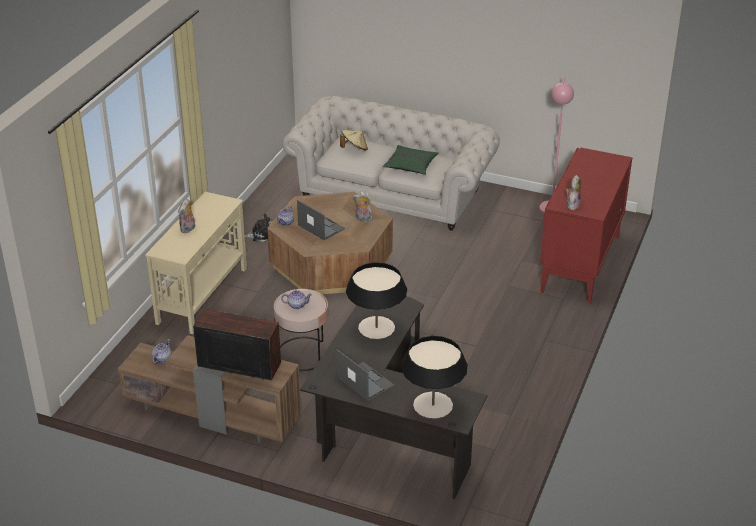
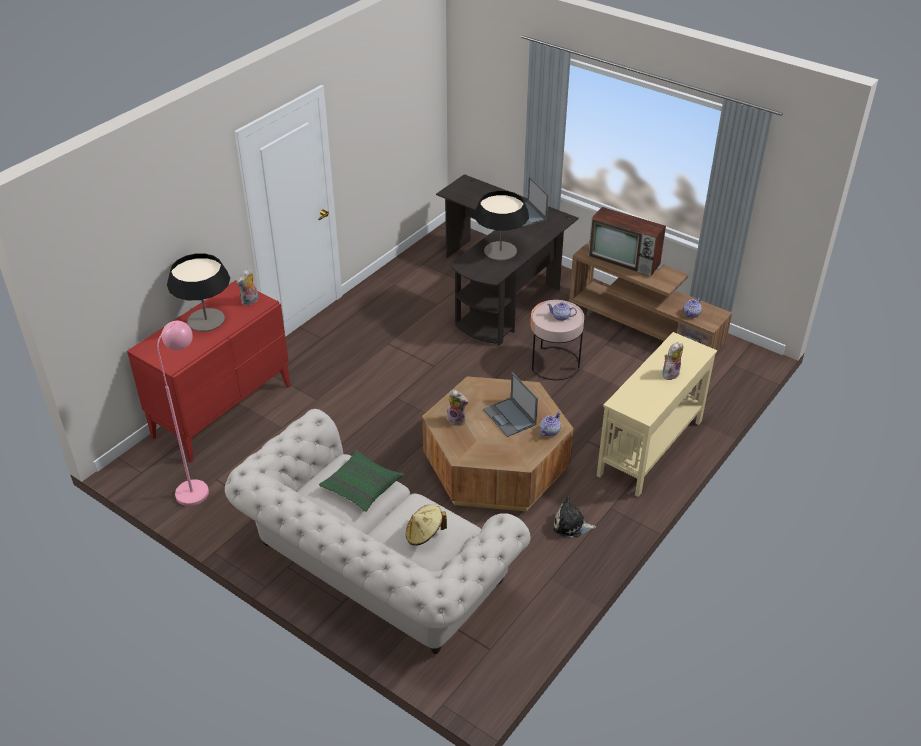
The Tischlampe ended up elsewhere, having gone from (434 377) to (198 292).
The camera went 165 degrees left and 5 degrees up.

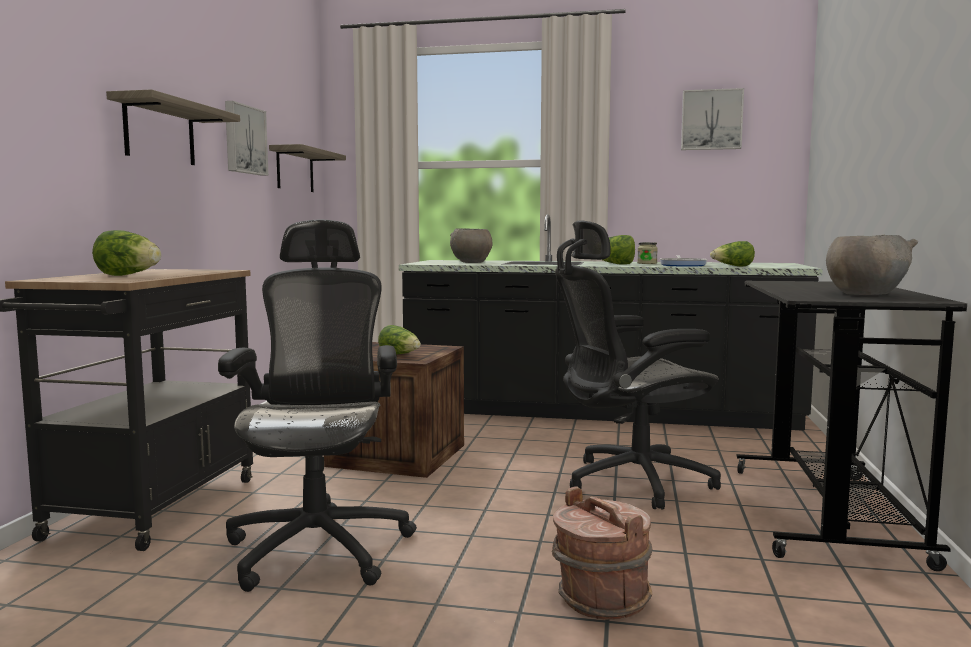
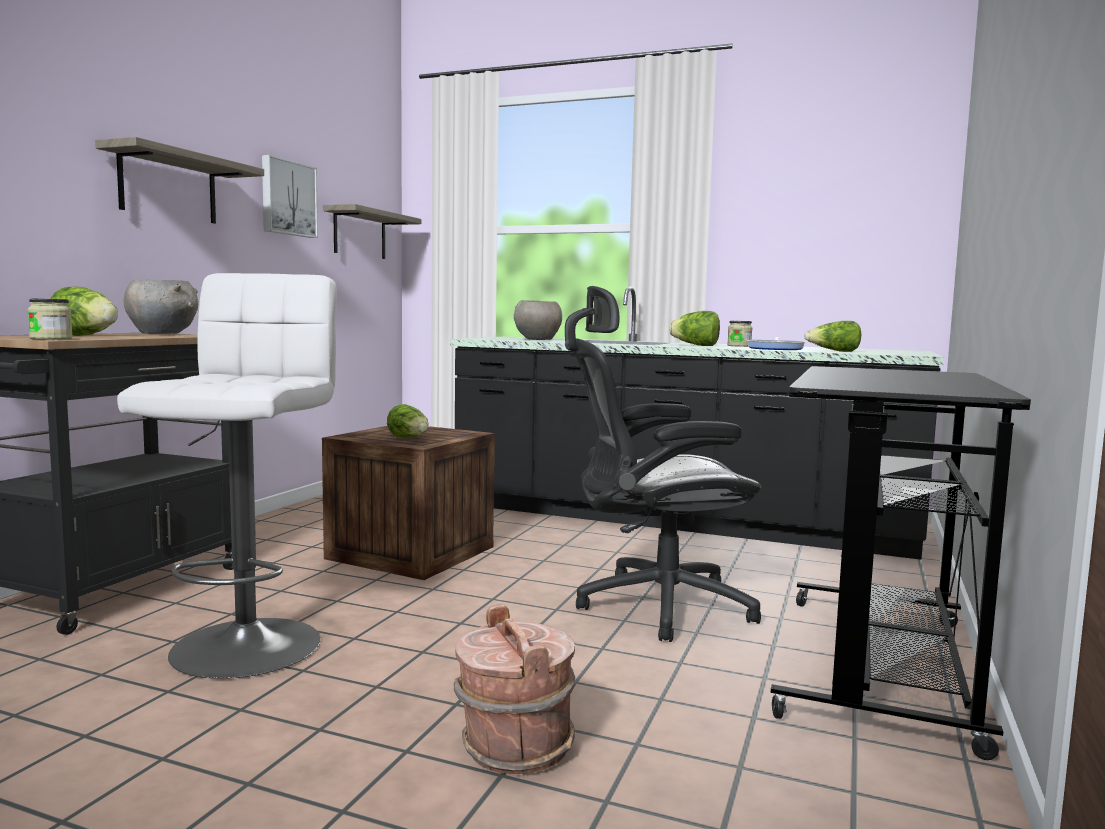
The second view lost the Bild at (712 119).
Where the Bürostuhl stood at (317 406), the Hocker (weiß) came to stand at (227 476).
The Schüssel (grau) ended up elsewhere, having gone from (872 265) to (161 307).
The second view gained the Vorratsglas at (50 318).
The camera went 10 degrees right and 0 degrees up.

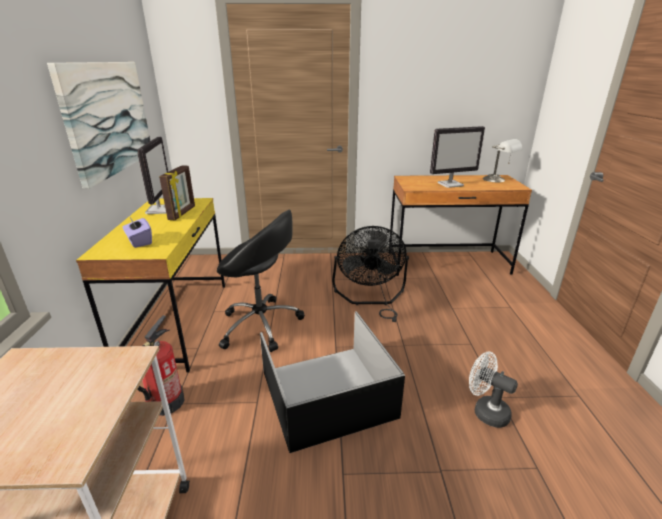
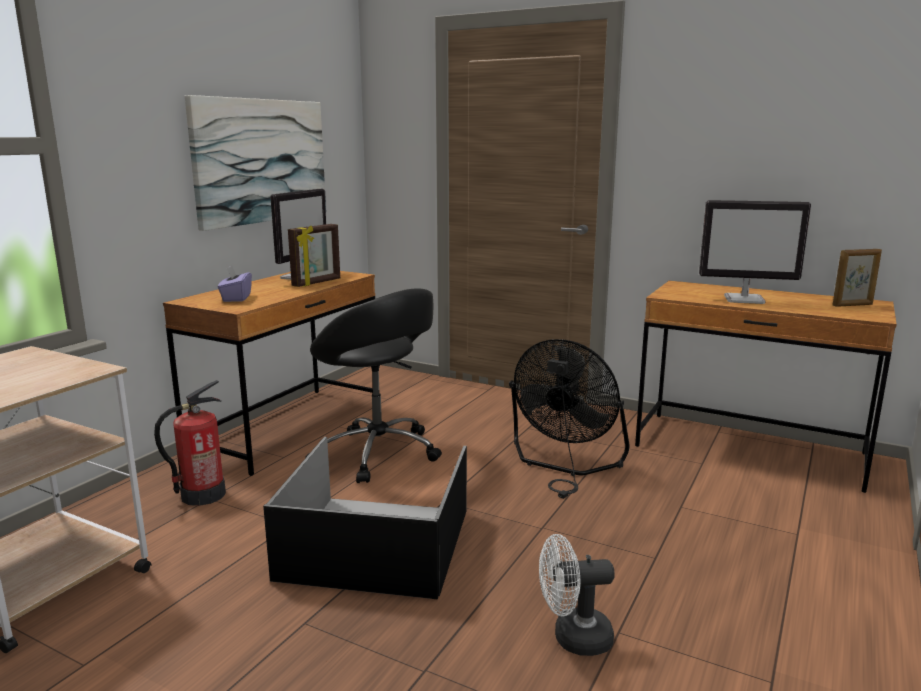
Where the Tischlampe (weiß) stood at (503 160), the Bilderrahmen came to stand at (857 278).
What was the Schreibtisch (gelb) at (150 285) turned into the Schreibtisch (braun) at (269 373).
The Ventilator (weiß) at (493 389) ended up facing another way, 75 degrees counterclockwise from before.
The camera went 30 degrees right and 10 degrees down.

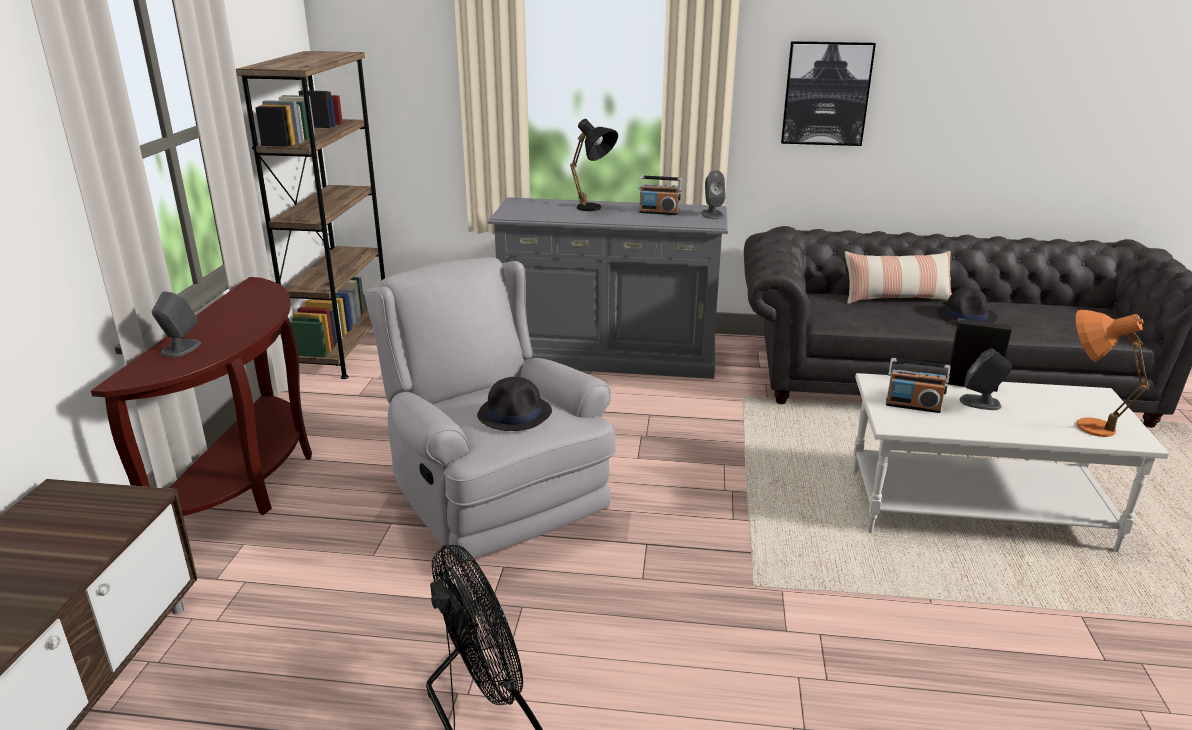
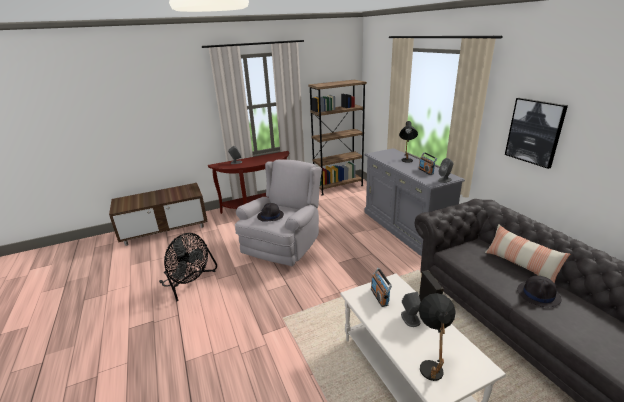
What was the Tischlampe (orange) at (1113 373) turned into the Tischlampe (schwarz) at (437 337).
The camera went 60 degrees right and 0 degrees up.

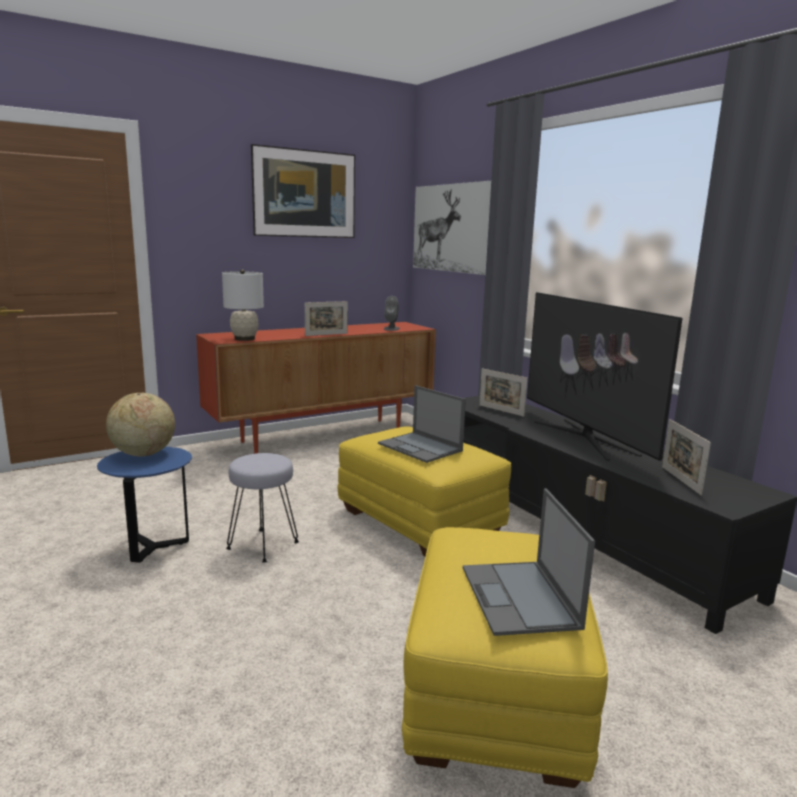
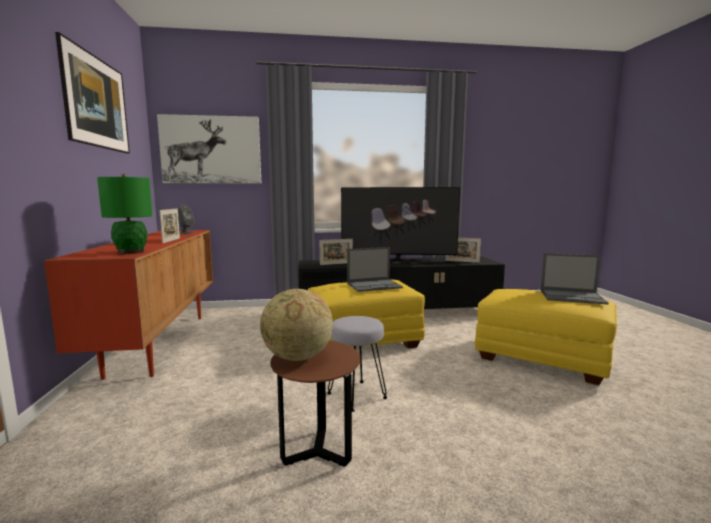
What was the Tischlampe (weiß) at (243 305) turned into the Tischlampe (grün) at (124 214).
What was the Beistelltisch (blau) at (144 505) turned into the Beistelltisch (braun) at (315 403).
The camera went 65 degrees left and 5 degrees down.

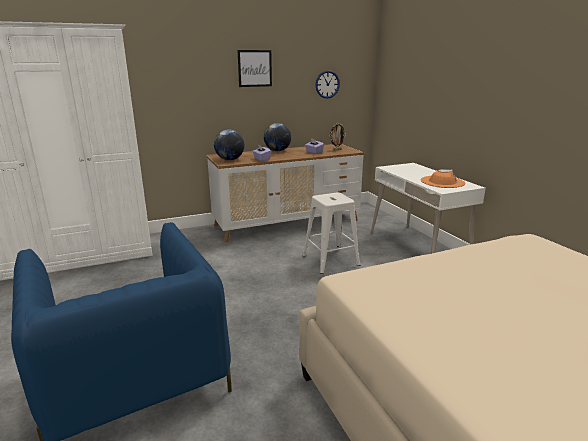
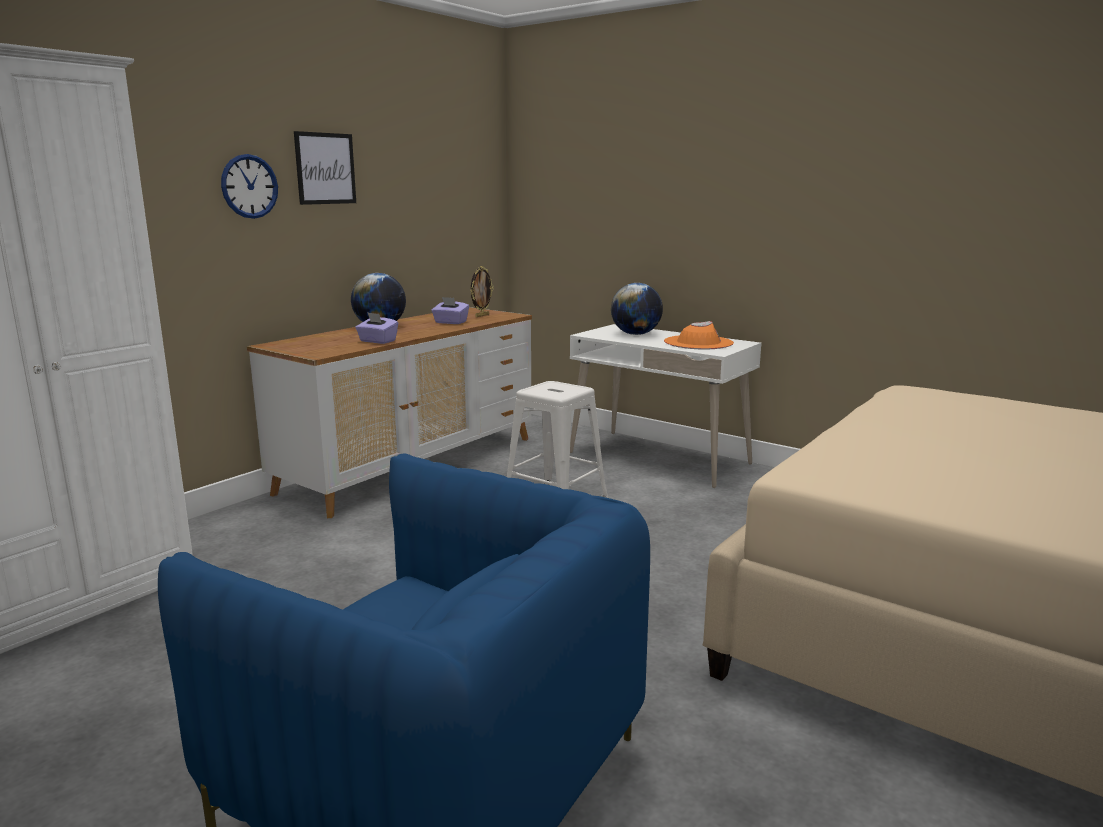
The Wanduhr ended up elsewhere, having gone from (327 84) to (249 186).
The Globus ended up elsewhere, having gone from (229 145) to (637 309).
The camera went 30 degrees left and 5 degrees down.

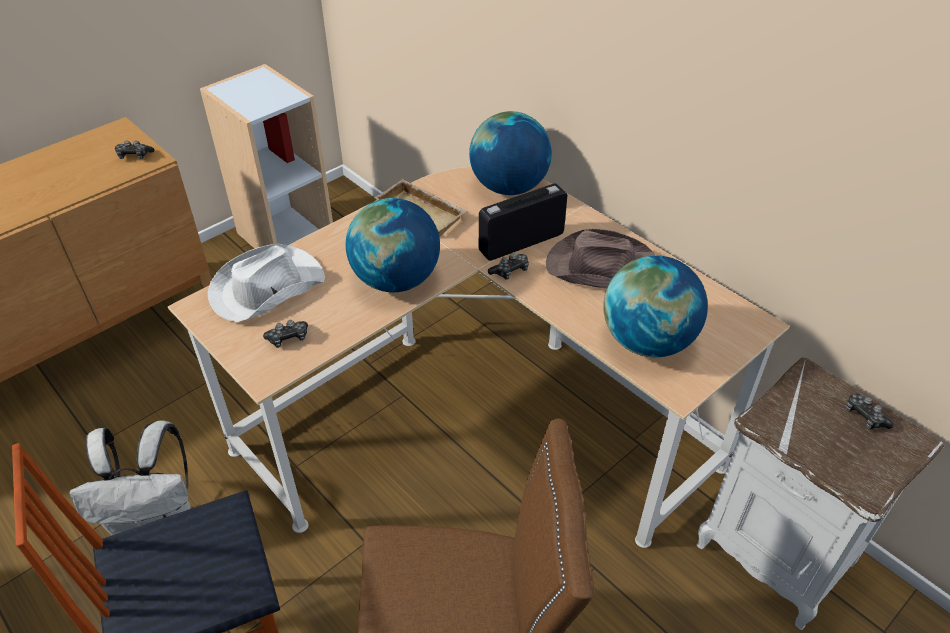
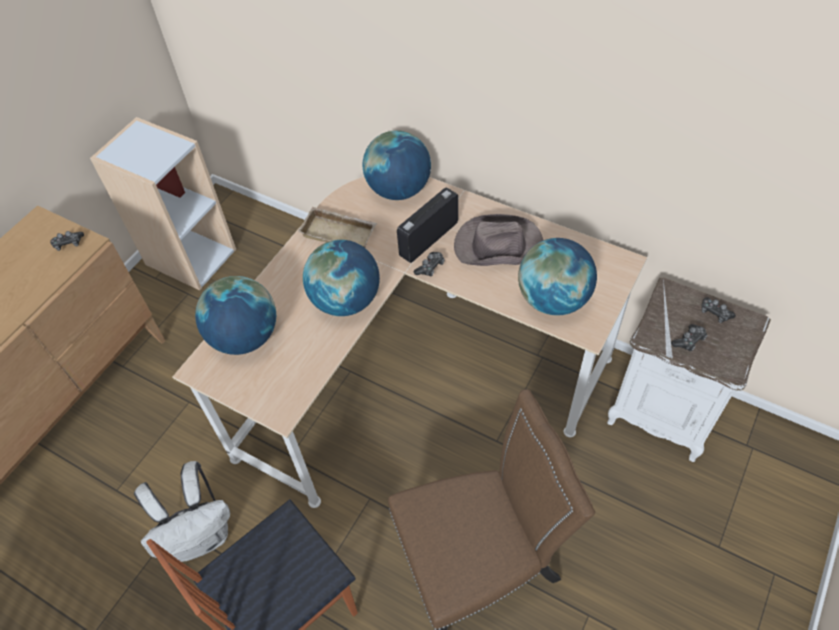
Where the Hut (weiß) stood at (266 283), the Globus came to stand at (235 315).
The Gamepad ended up elsewhere, having gone from (285 334) to (689 337).
The camera went 15 degrees left and 10 degrees up.

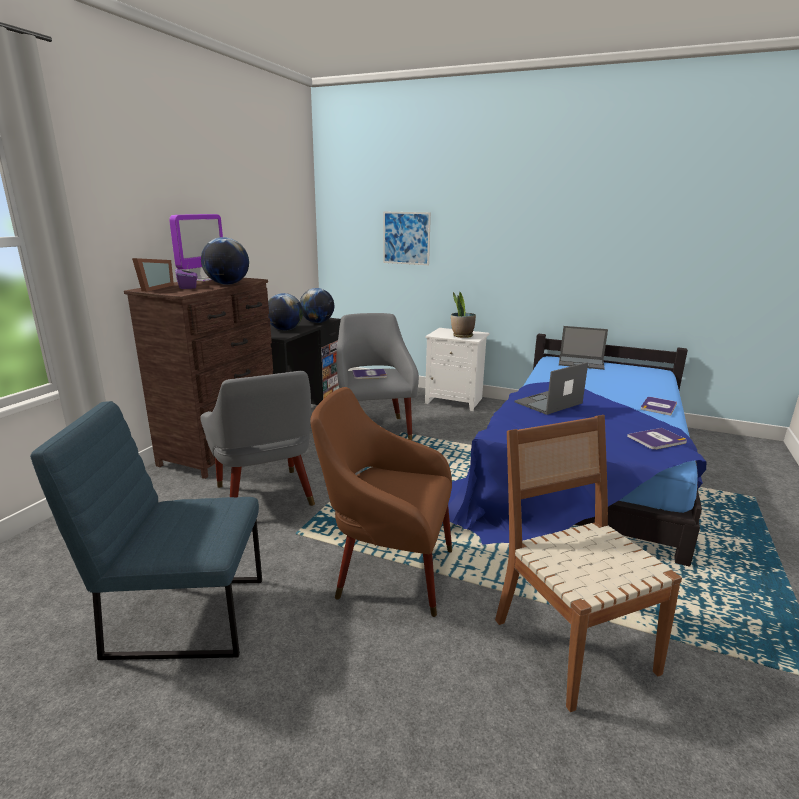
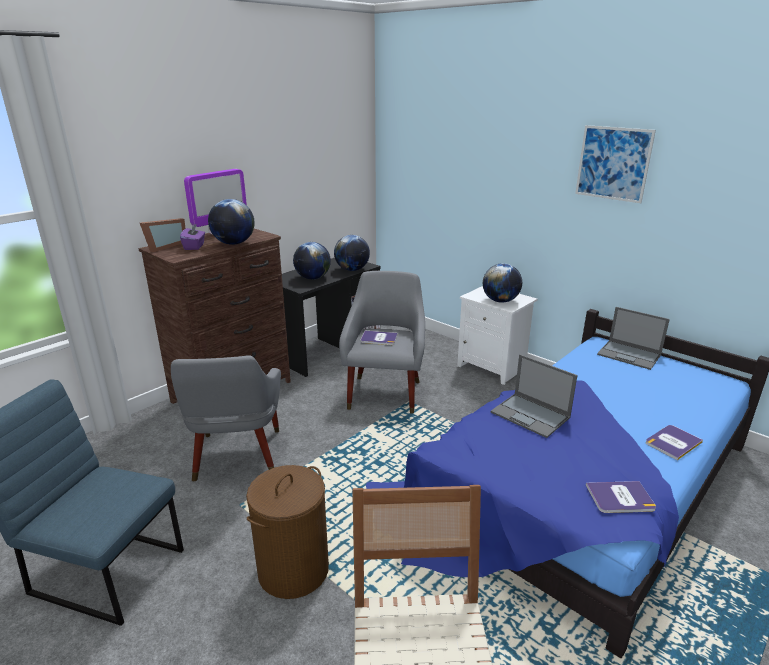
The Bild ended up elsewhere, having gone from (407 238) to (615 164).
Where the Topfpflanze stood at (463 315), the Globus came to stand at (502 283).
The Laptop at (551 388) ended up facing another way, 120 degrees counterclockwise from before.
Where the Sessel (braun) stood at (381 502), the Wäschekorb (braun) came to stand at (287 532).
The camera went 20 degrees right and 5 degrees up.

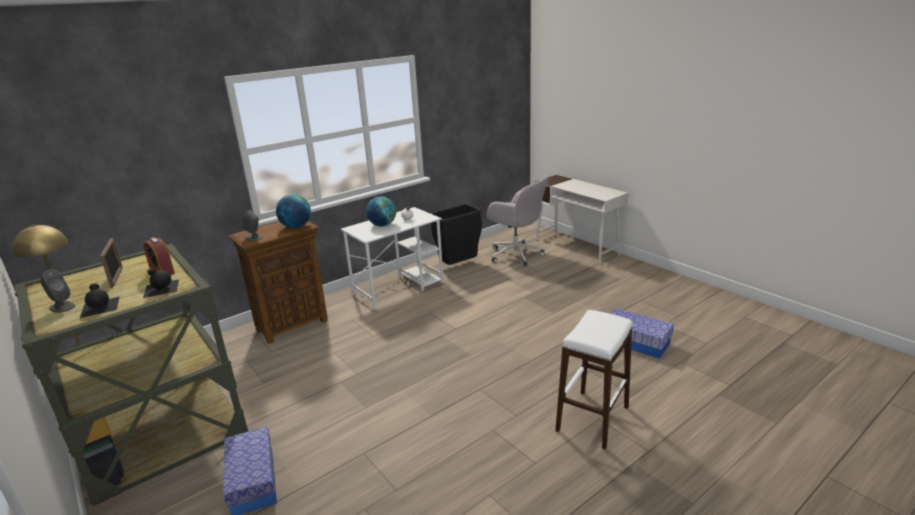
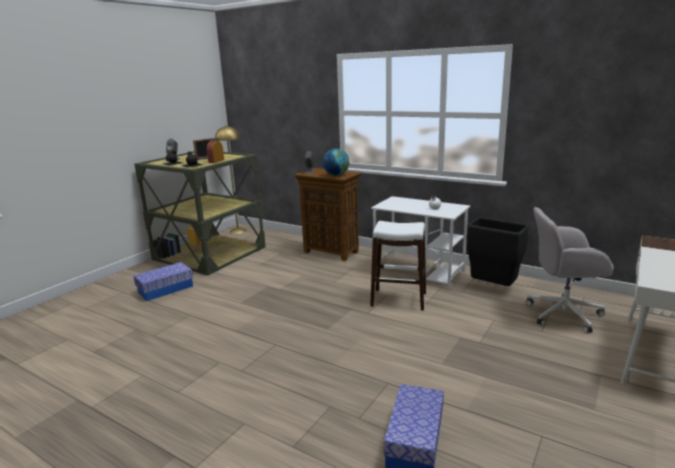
The Bürostuhl (grau) at (517 222) ended up facing another way, 75 degrees clockwise from before.
The second view lost the Globus at (381 211).
The Hocker (weiß) ended up elsewhere, having gone from (594 380) to (398 266).
The camera went 70 degrees right and 5 degrees down.

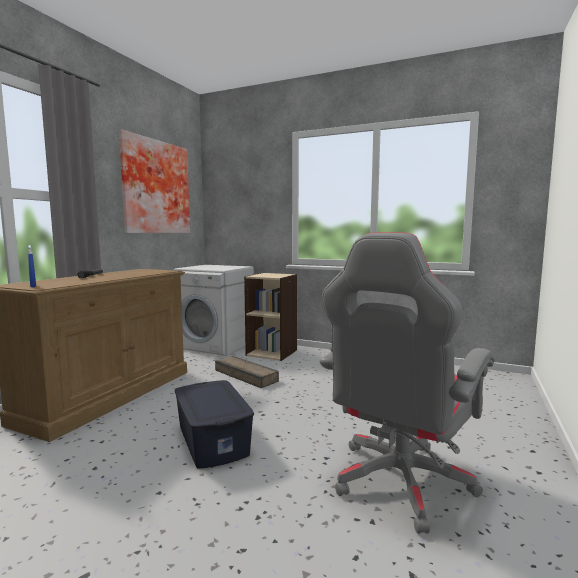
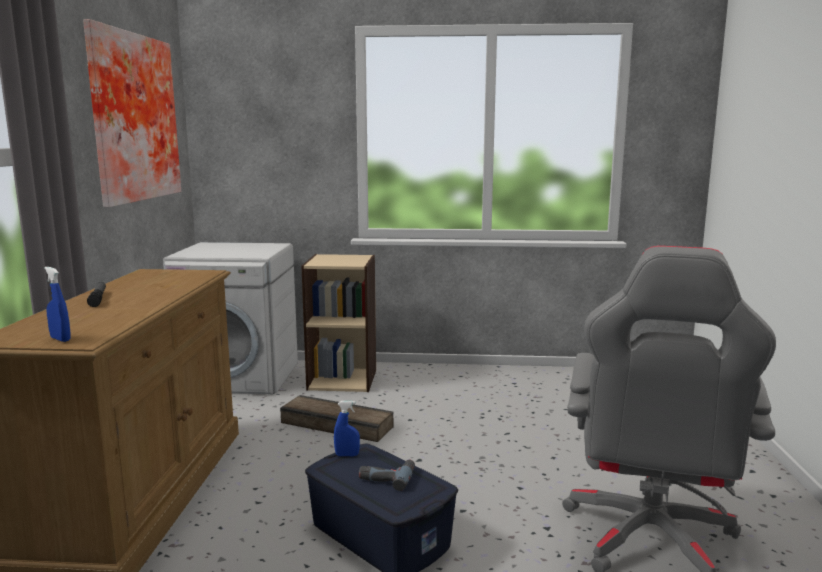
The second view gained the Sprühflasche (blau) at (347 428).
The second view gained the Bohrmaschine at (387 475).
The camera went 20 degrees left and 5 degrees up.

